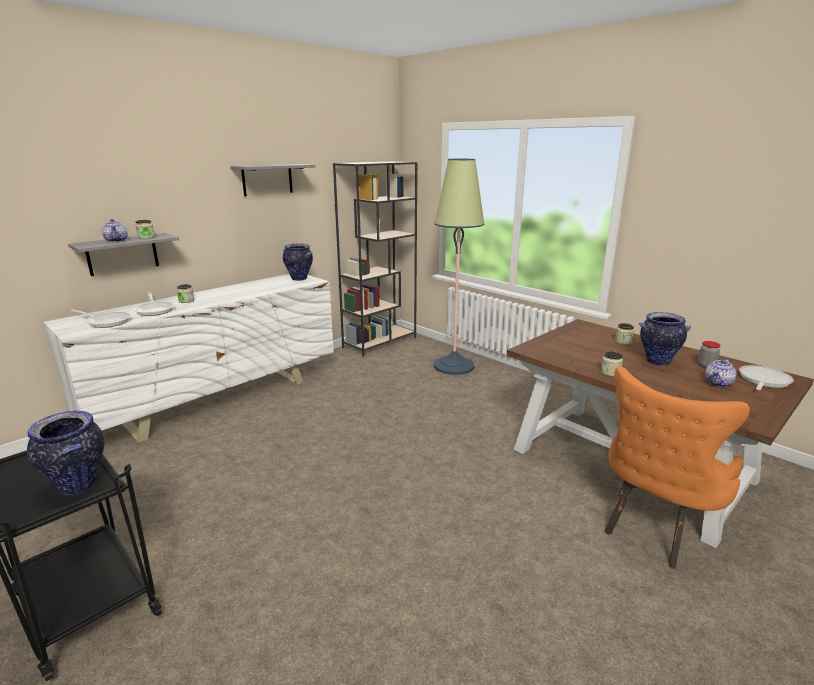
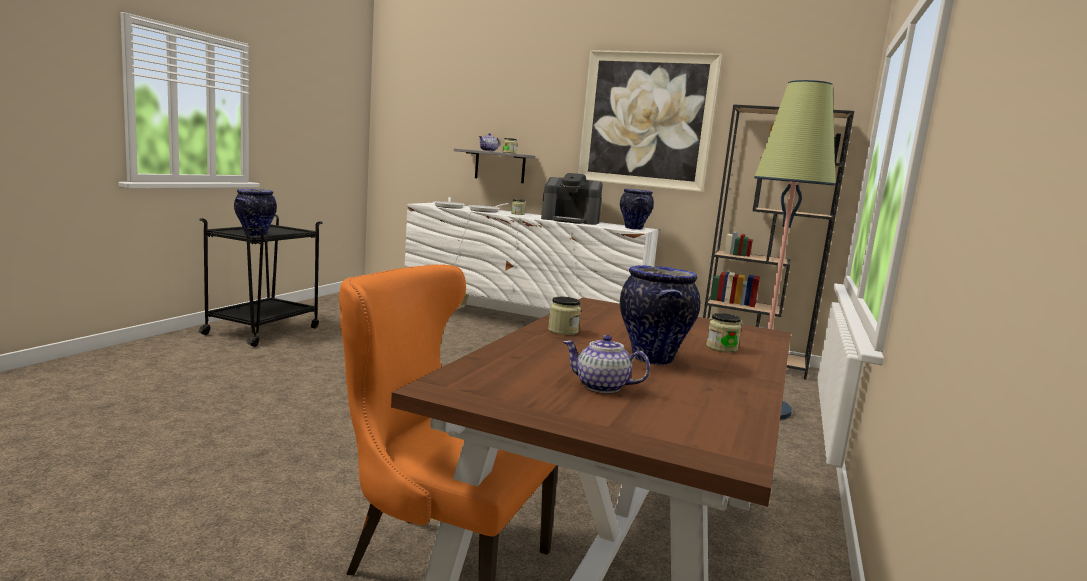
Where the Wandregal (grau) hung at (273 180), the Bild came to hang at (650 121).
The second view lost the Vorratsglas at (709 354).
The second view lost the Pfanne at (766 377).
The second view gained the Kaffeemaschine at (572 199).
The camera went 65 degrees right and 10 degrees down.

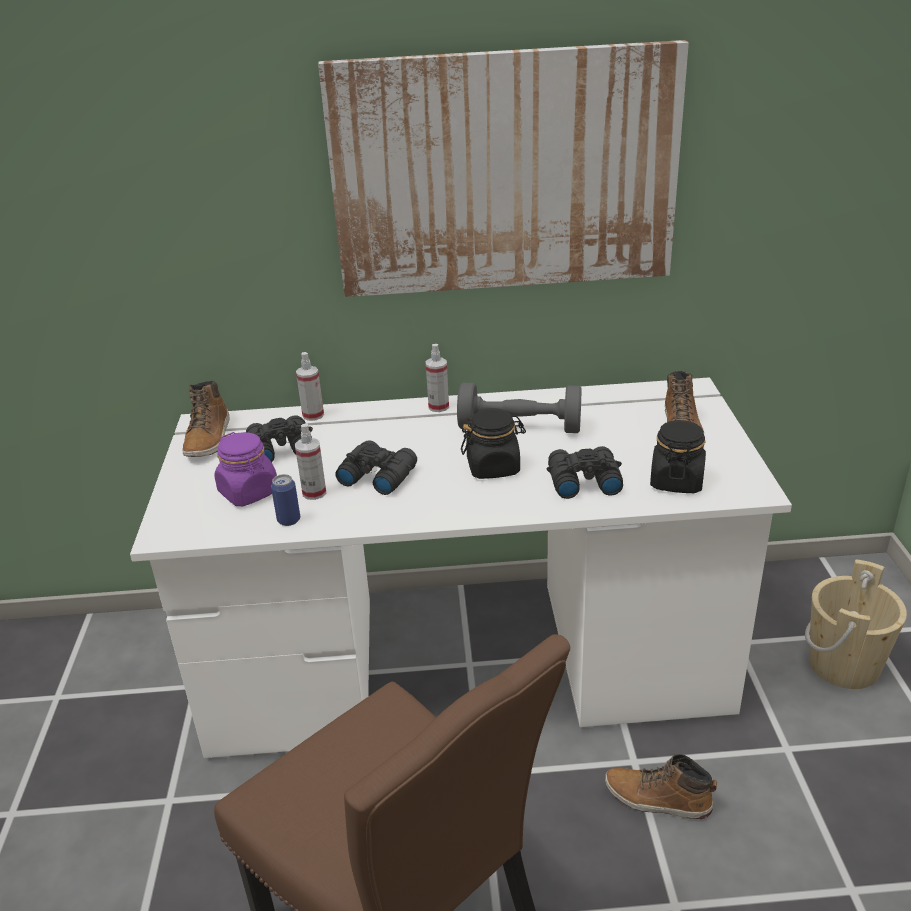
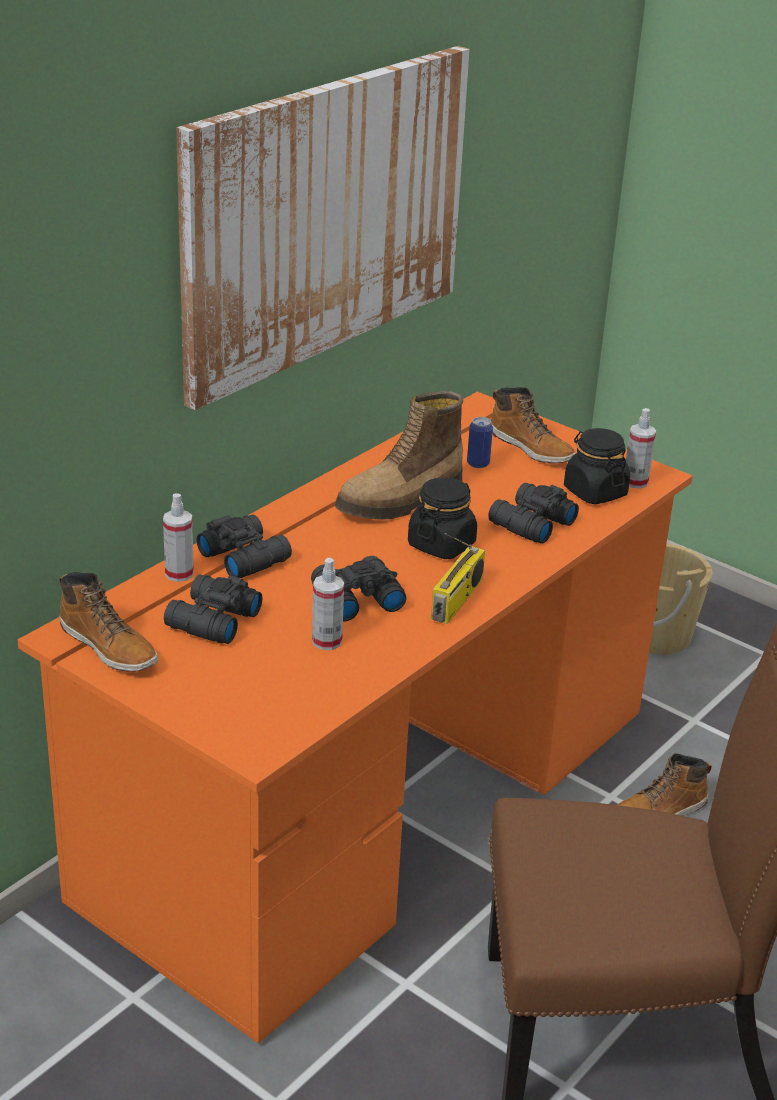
The Sprühflasche ended up elsewhere, having gone from (437 378) to (641 448).
What was the Schreibtisch (weiß) at (461 567) turned into the Schreibtisch (orange) at (355 718).
Where the Hantel (grau) stood at (519 408), the Stiefel came to stand at (399 455).
The second view lost the Vorratsglas (lila) at (245 469).
The Dose ended up elsewhere, having gone from (285 500) to (480 442).
The second view gained the Fernglas (schwarz) at (244 546).
The second view gained the Radio at (458 578).
The camera went 50 degrees left and 0 degrees up.

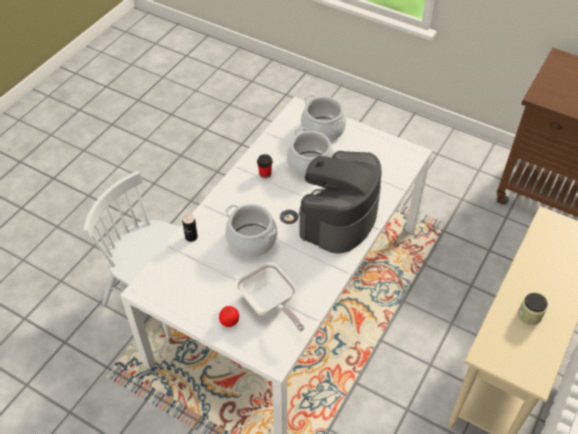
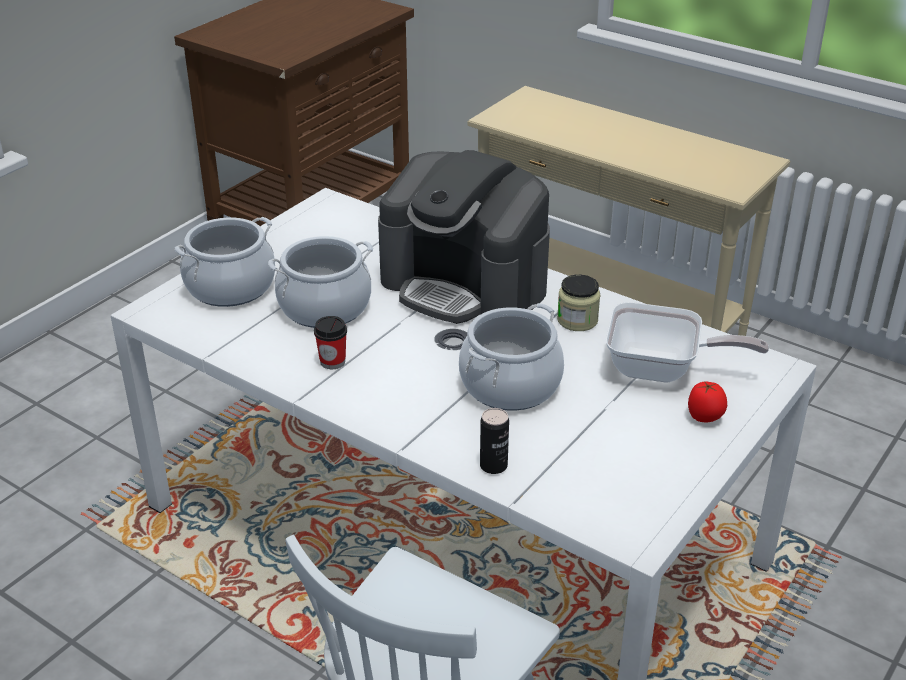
The Pfanne at (270 296) ended up facing another way, 45 degrees clockwise from before.
The Vorratsglas ended up elsewhere, having gone from (533 309) to (578 302).
The camera went 85 degrees left and 15 degrees down.

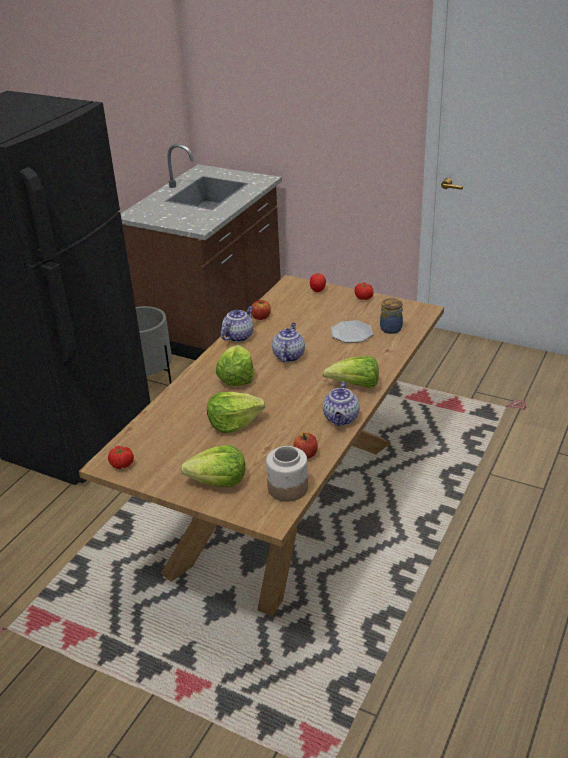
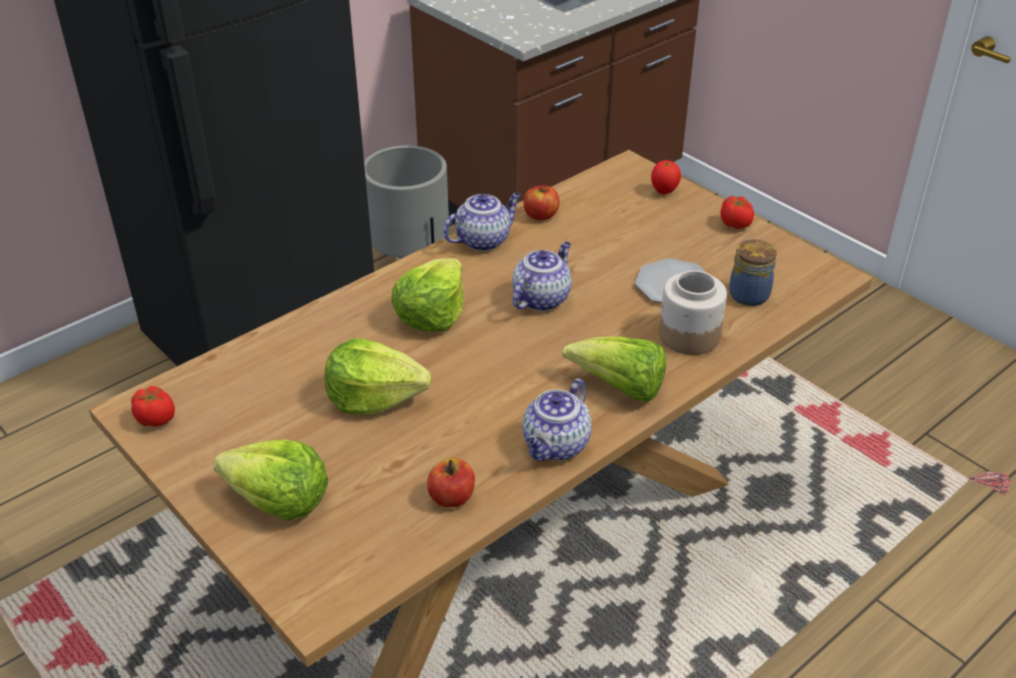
The Vorratsglas ended up elsewhere, having gone from (287 474) to (693 312).
The camera went 20 degrees right and 5 degrees up.

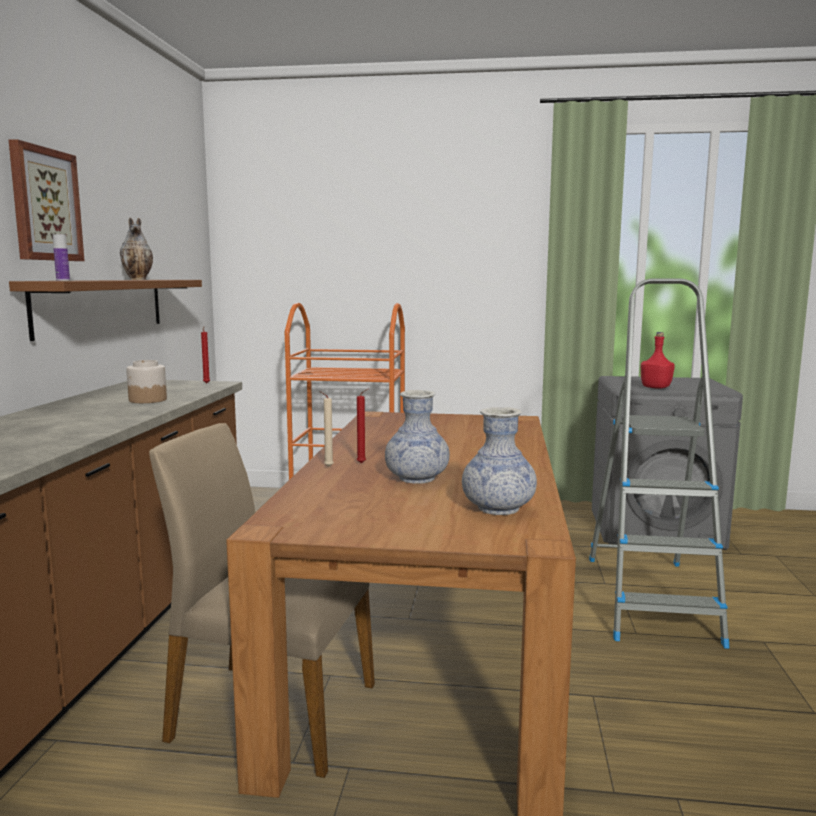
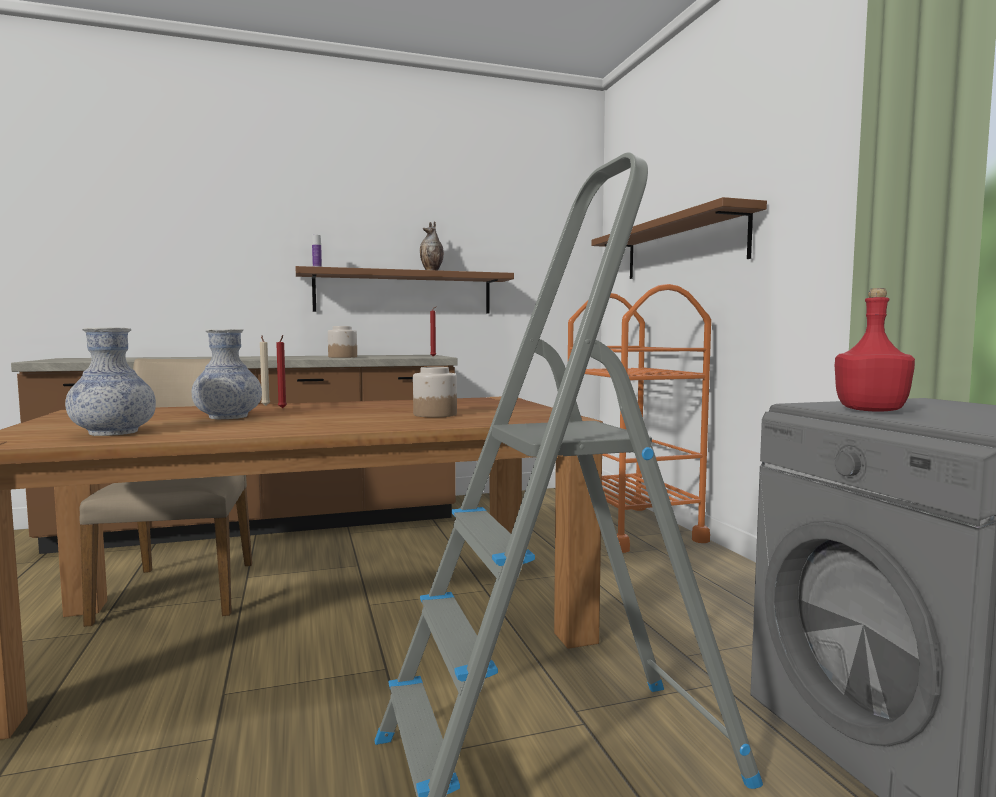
The second view lost the Bild at (46 200).
The second view gained the Wandregal (braun) at (679 238).
The second view gained the Vorratsglas at (435 392).
The camera went 65 degrees right and 5 degrees down.

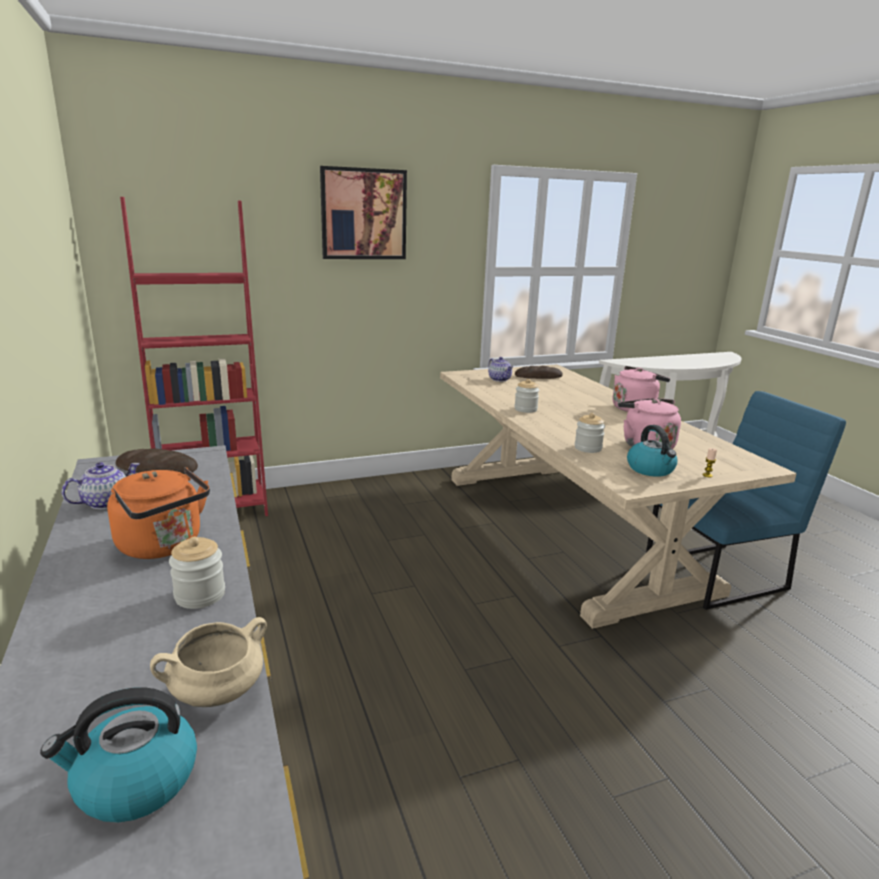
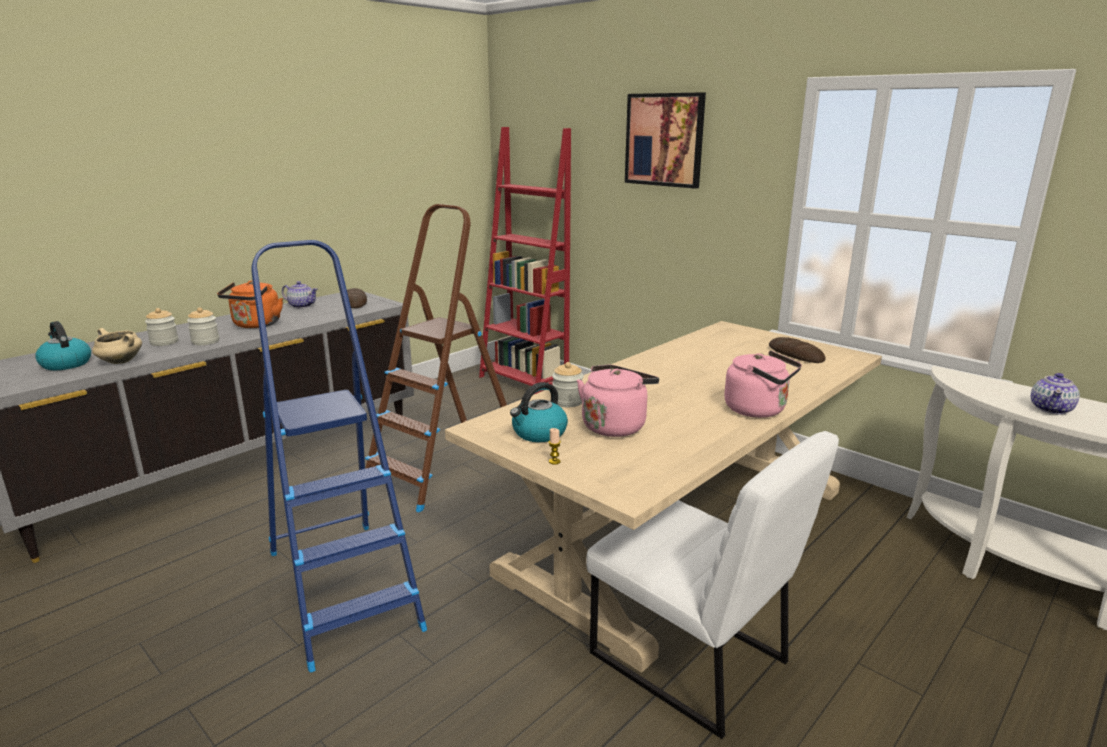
The Teekanne ended up elsewhere, having gone from (500 369) to (1055 394).
The Vorratsglas ended up elsewhere, having gone from (526 396) to (161 327).
What was the Stuhl (blau) at (746 500) turned into the Stuhl (weiß) at (712 585).
The second view gained the Trittleiter (braun) at (436 358).
The second view gained the Trittleiter (blau) at (339 456).
The camera went 65 degrees right and 0 degrees up.

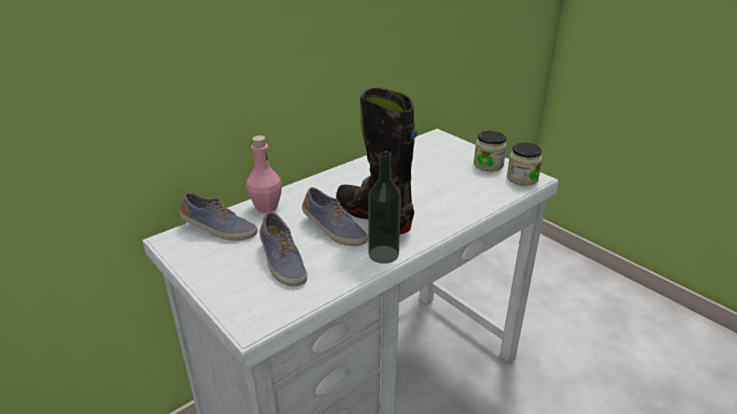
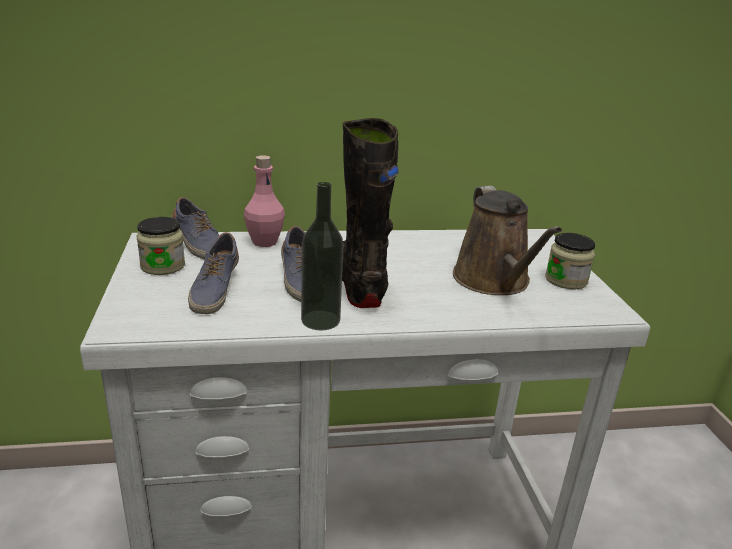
The Vorratsglas ended up elsewhere, having gone from (524 164) to (161 246).
The second view gained the Gießkanne (braun) at (507 240).
The camera went 30 degrees right and 5 degrees down.

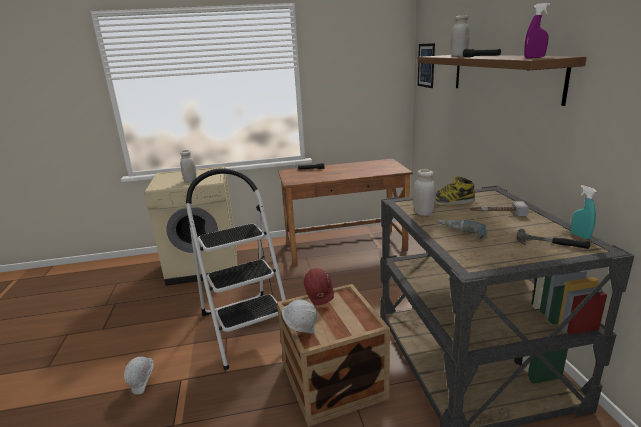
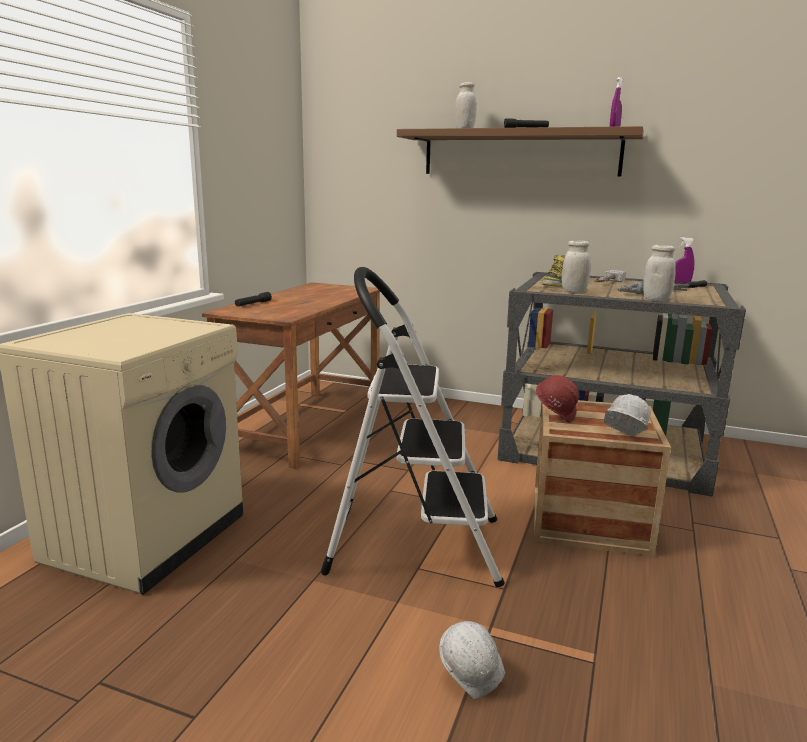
The second view lost the Bild at (426 65).
The Vorratsglas (weiß) ended up elsewhere, having gone from (188 166) to (659 273).
What was the Sprühflasche (türkis) at (584 212) turned into the Sprühflasche (lila) at (684 260).
The camera went 60 degrees left and 5 degrees down.

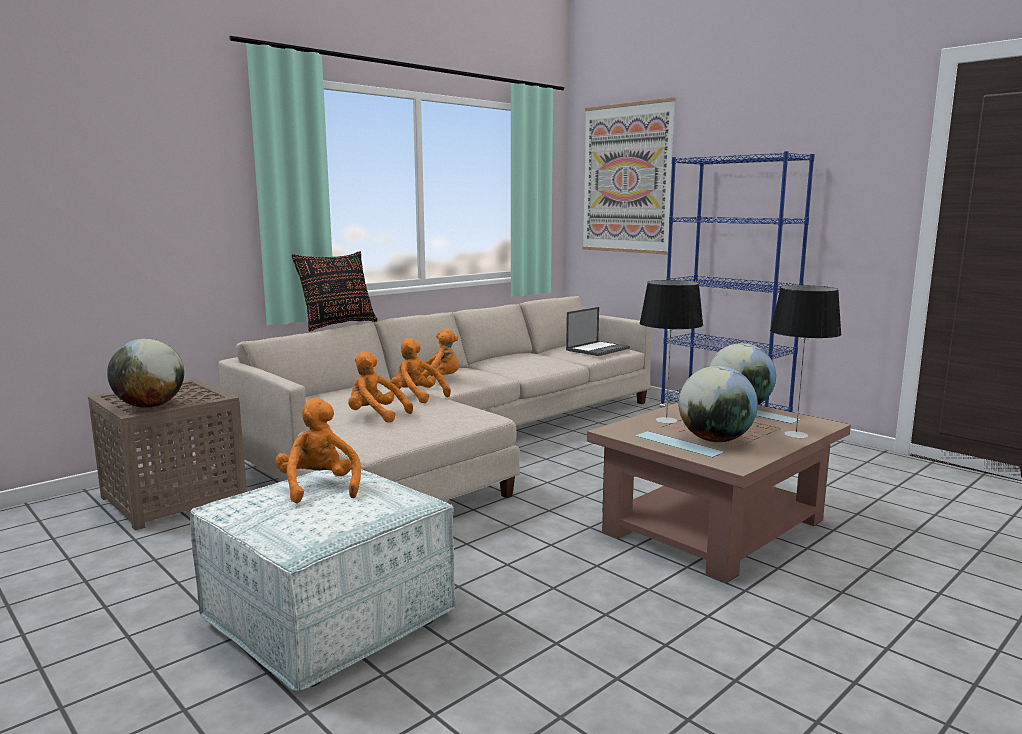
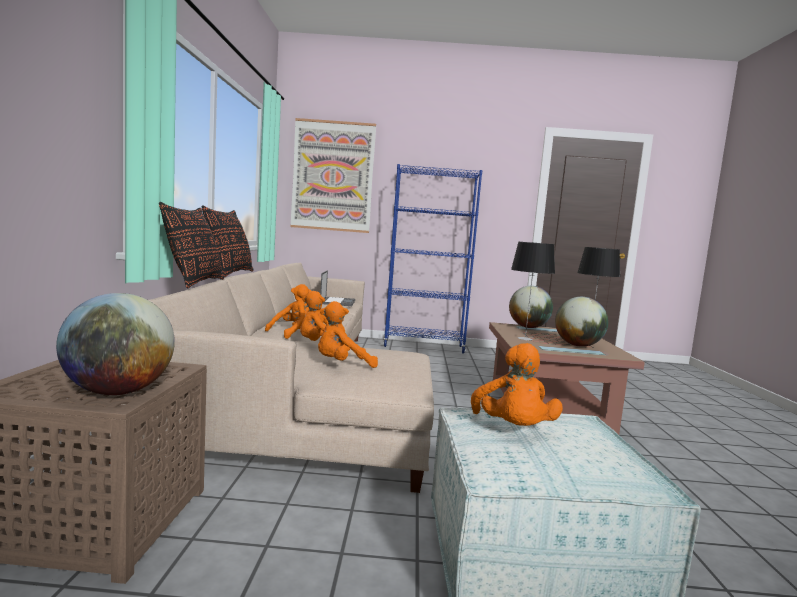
The Plüschtier (orange) at (318 450) ended up facing another way, 120 degrees counterclockwise from before.
The second view gained the Kissen (schwarz) at (228 241).
The camera went 45 degrees left and 5 degrees down.

